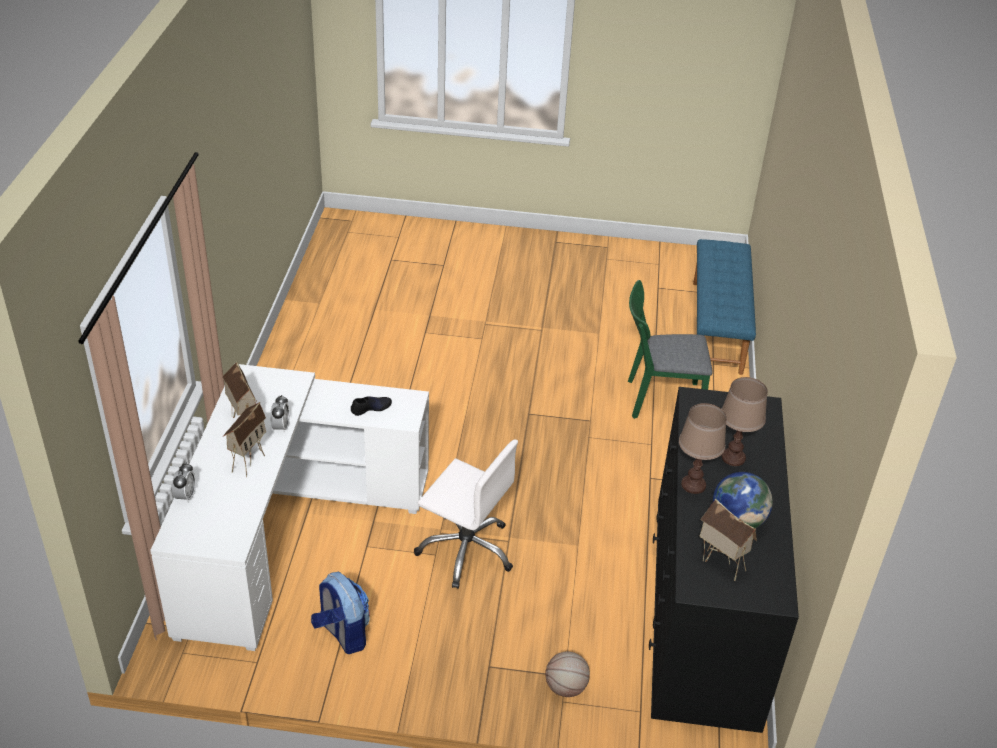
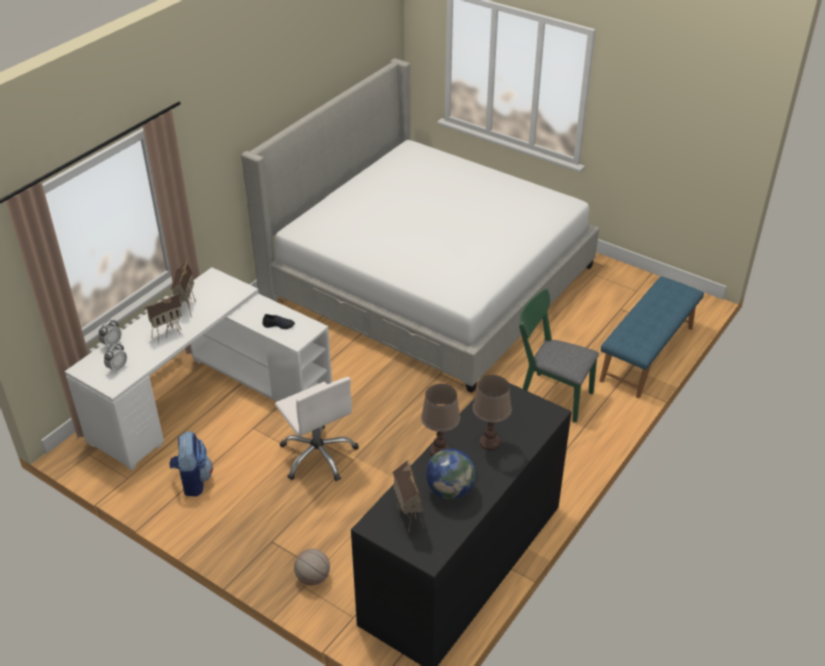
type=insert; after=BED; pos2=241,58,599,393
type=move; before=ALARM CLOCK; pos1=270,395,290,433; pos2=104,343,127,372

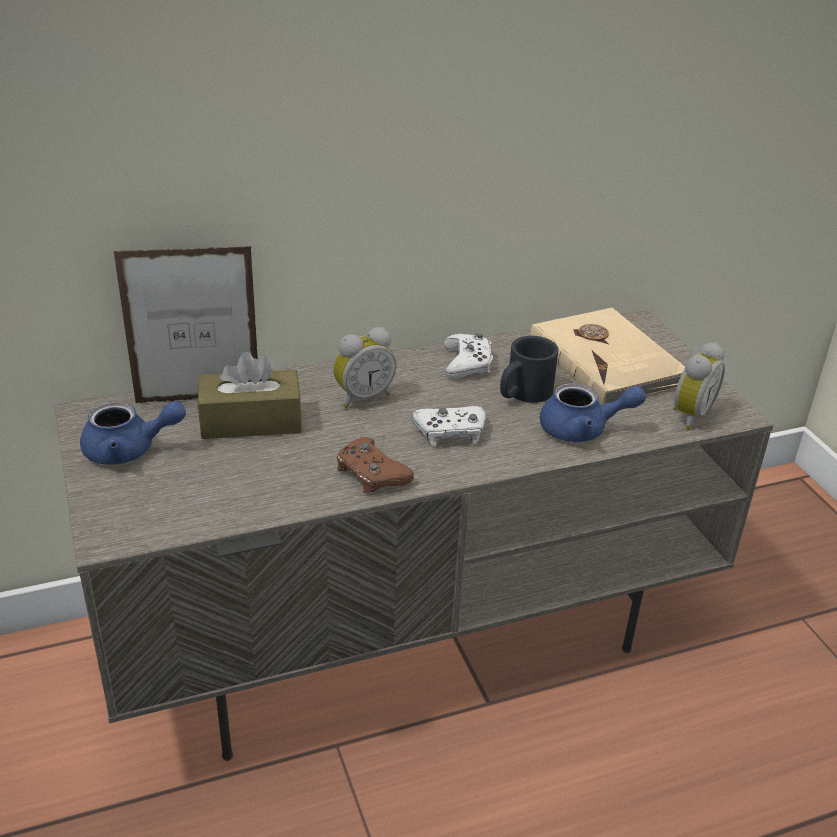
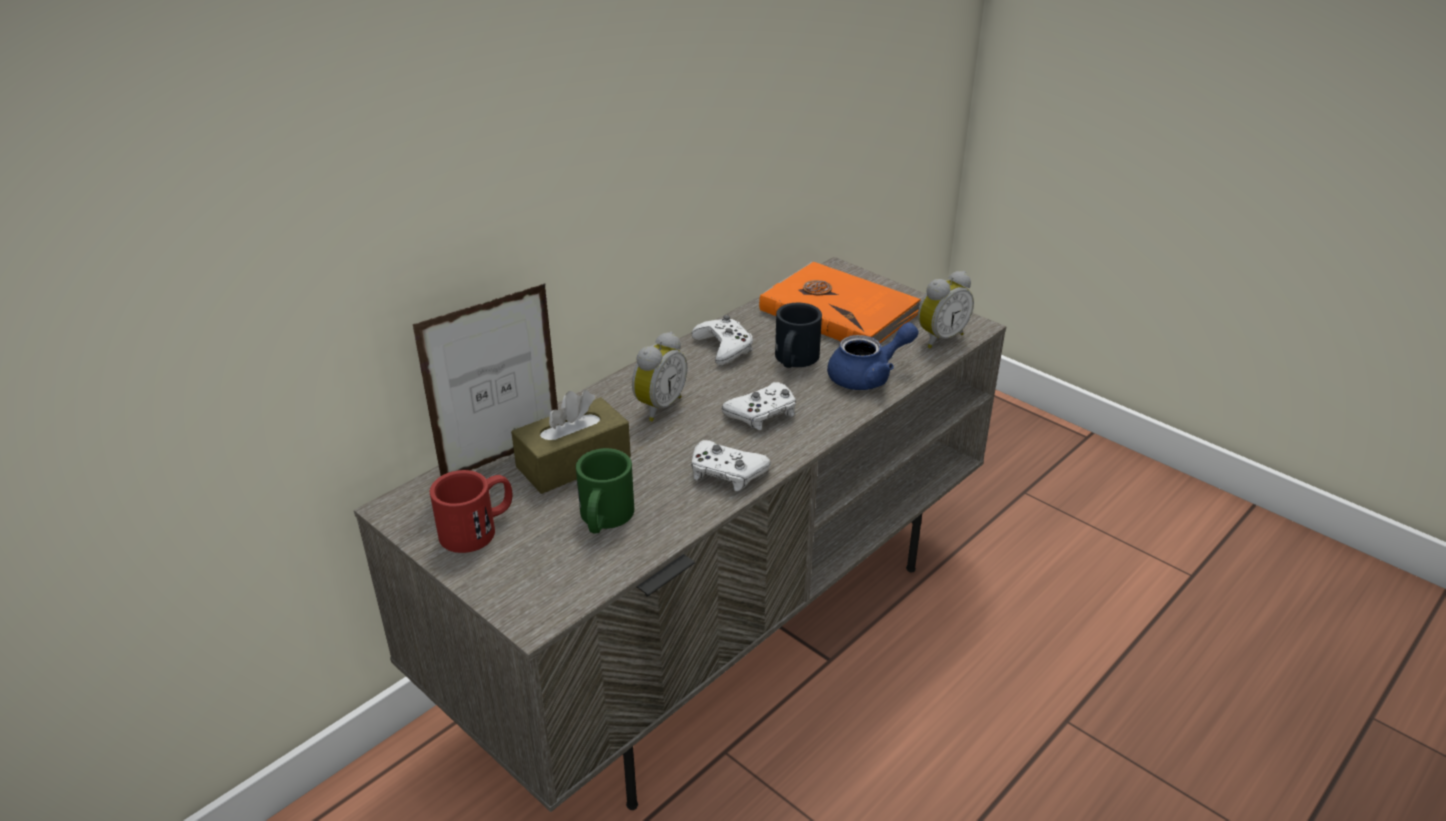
type=insert; after=GREEN MUG; pos2=576,448,634,534
type=replace; before=BLUE TEAPOT; after=RED MUG; pos1=80,401,186,465; pos2=430,470,512,553
type=recolor; before=BROWN GAME CONTROLLER; after=WHITE GAME CONTROLLER; pos1=337,437,414,493; pos2=691,440,771,491
type=recolor; before=BEIGE BOOK; after=ORANGE BOOK; pos1=530,307,685,405; pos2=759,262,921,343
type=rotate; before=ALARM CLOCK; pos1=673,342,725,430; pos2=918,271,974,349; turn=45

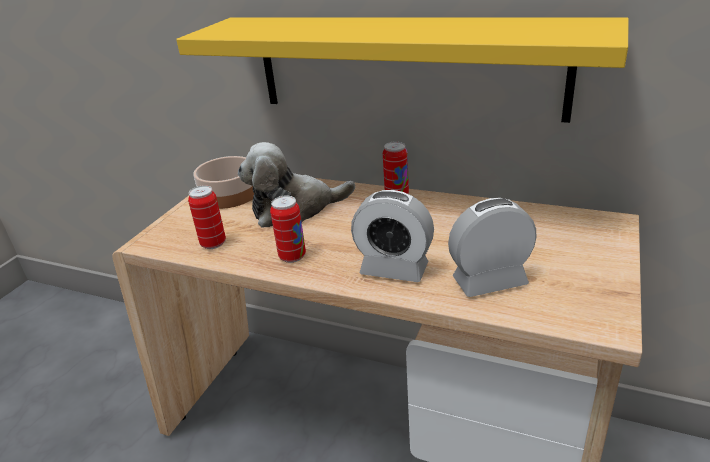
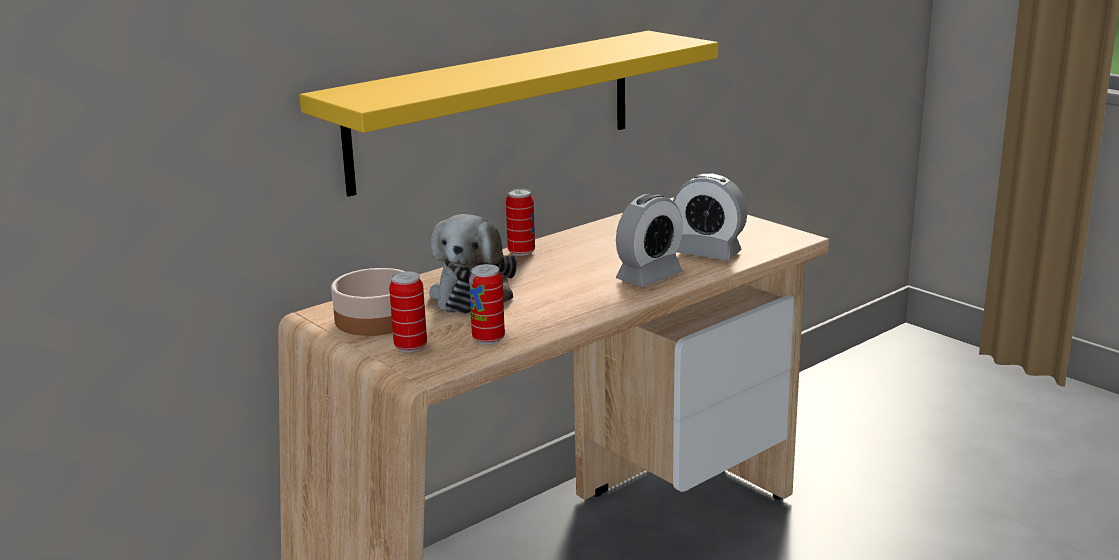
type=move; before=CAN; pos1=270,195,306,263; pos2=389,271,427,352
type=rotate; before=ALARM CLOCK; pos1=448,198,537,297; pos2=673,174,748,260; turn=-75

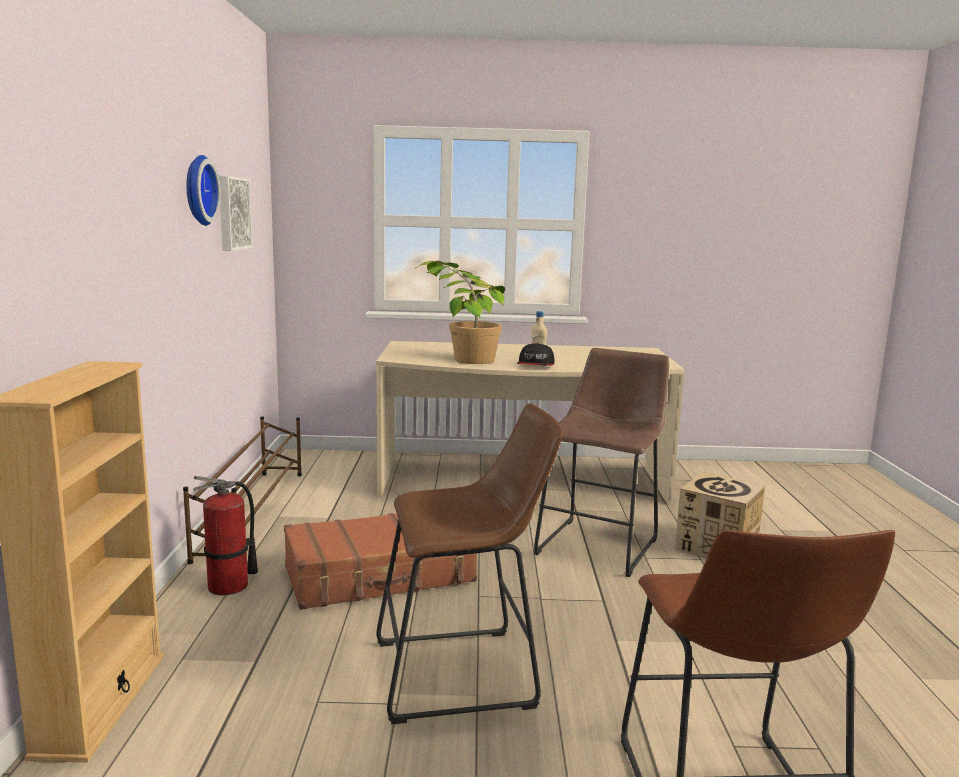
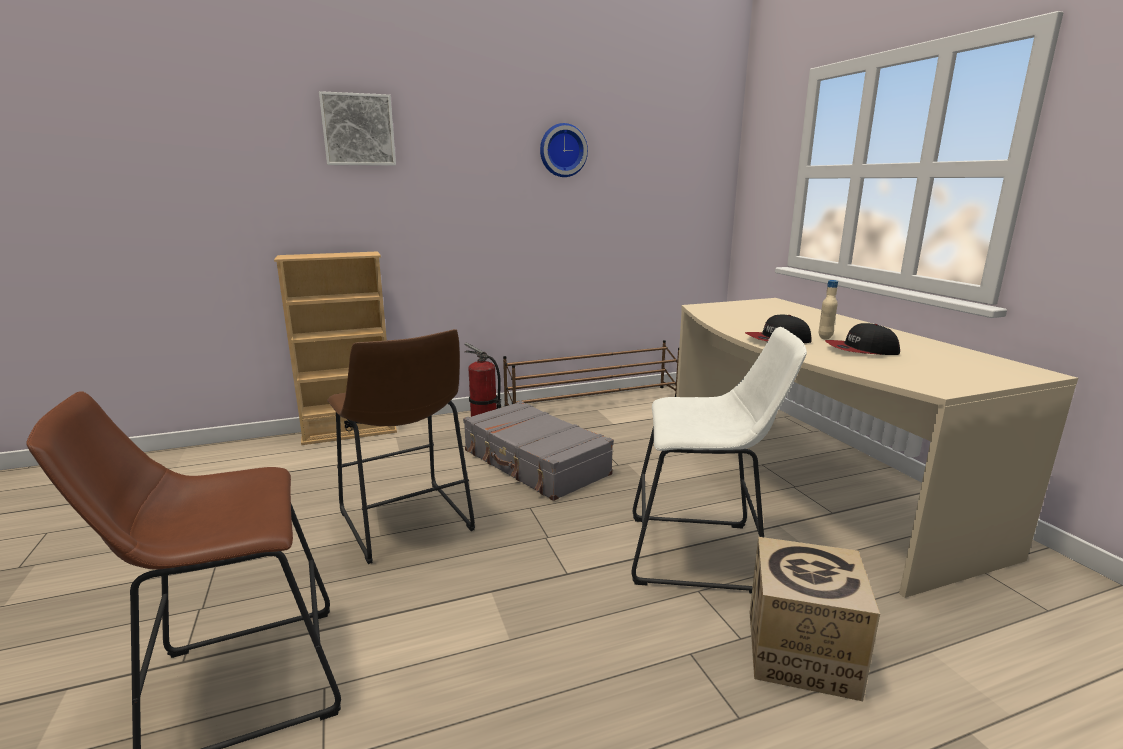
type=delete; before=POTTED PLANT; pos1=416,261,505,364
type=insert; after=CAP; pos2=825,323,900,355
type=move; before=PICTURE; pos1=219,176,253,251; pos2=319,91,396,166
type=recolor; before=BROWN SUITCASE; after=GREY SUITCASE; pos1=284,513,477,610; pos2=463,401,614,501
type=recolor; before=BROWN STOOL; after=WHITE STOOL; pos1=534,348,669,577; pos2=632,327,807,594

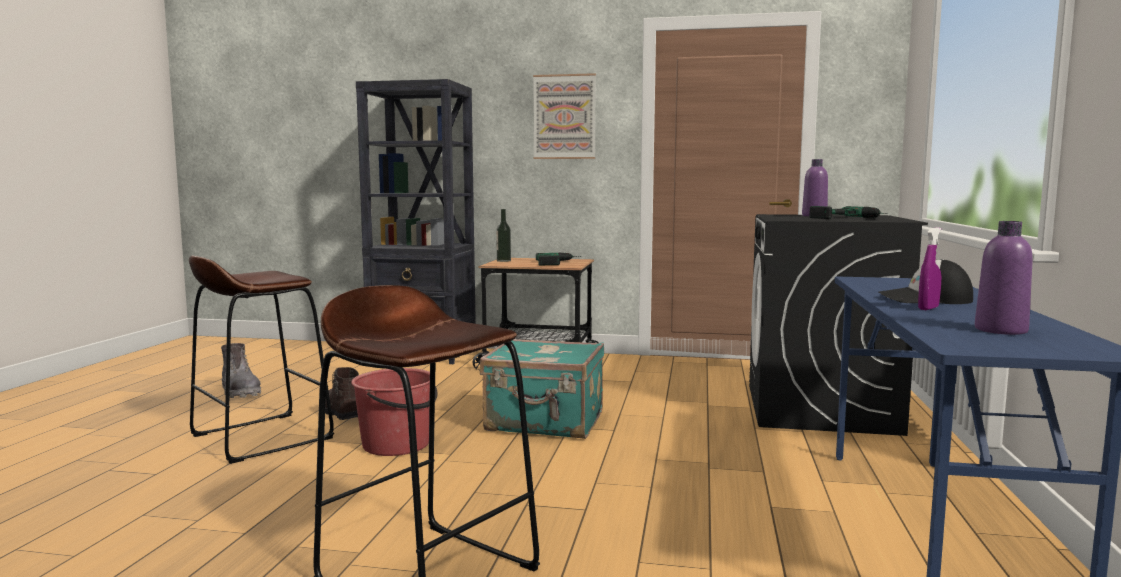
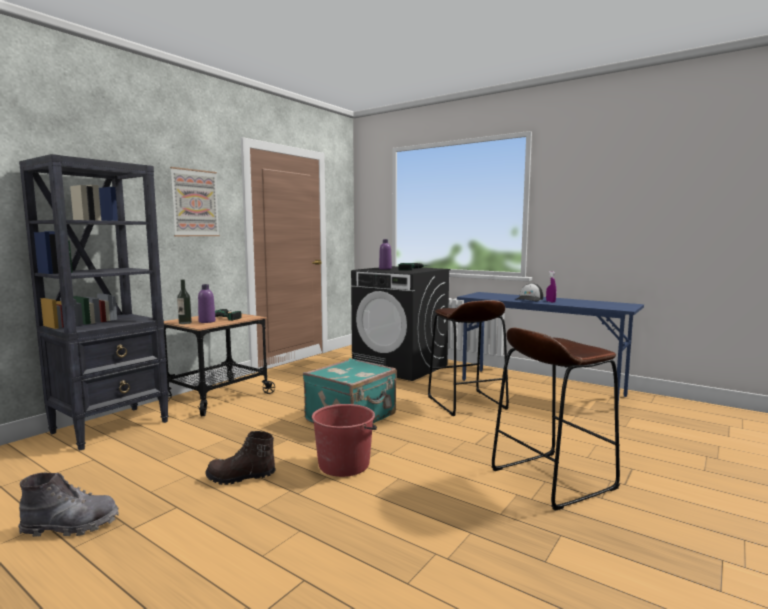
type=move; before=BROWN STOOL; pos1=189,255,335,464; pos2=428,300,509,416
type=move; before=PURPLE BOTTLE; pos1=975,221,1033,335; pos2=198,284,216,323

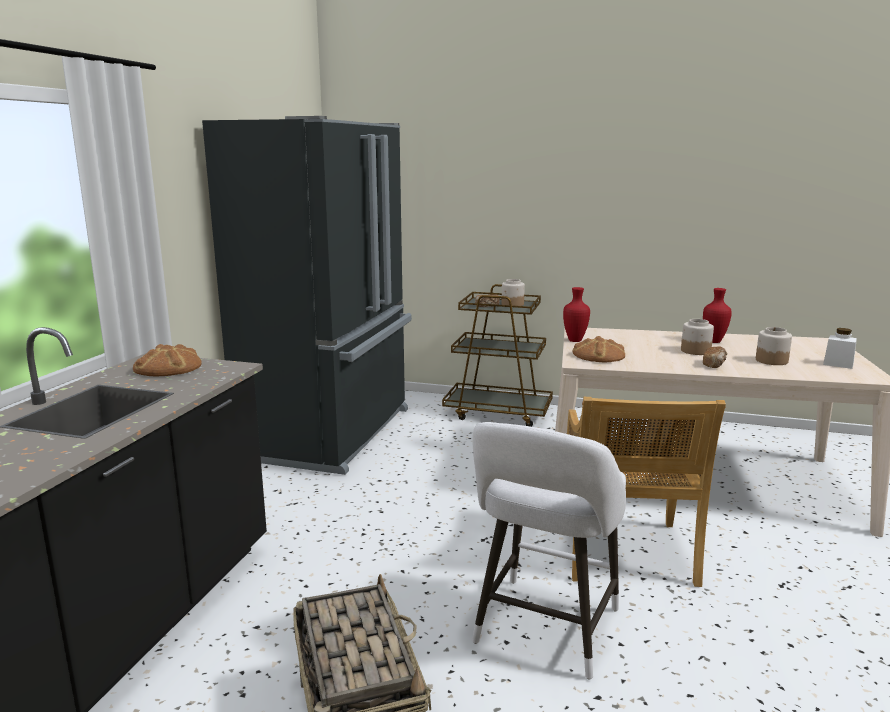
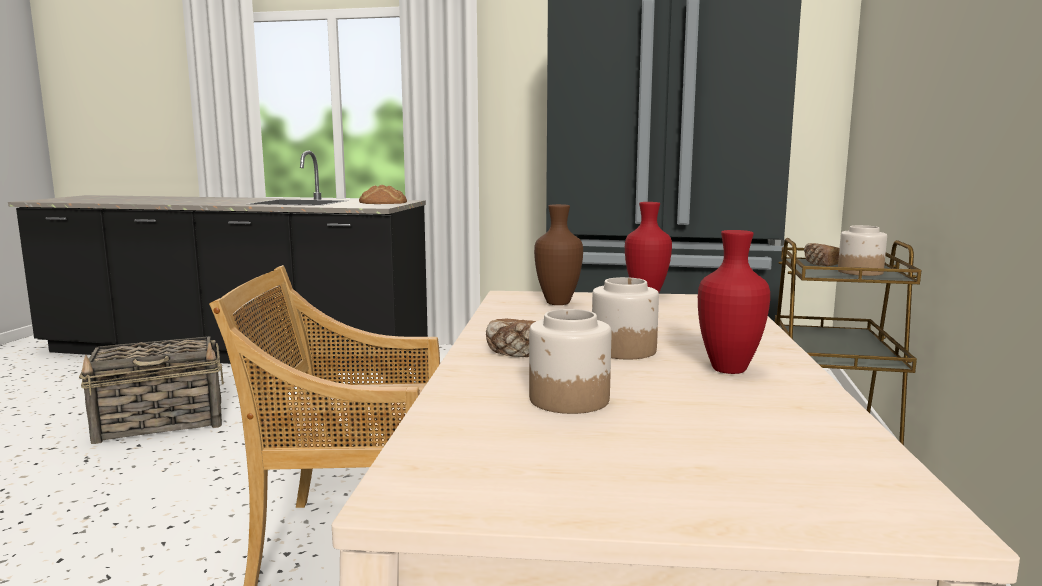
type=delete; before=WHITE STOOL; pos1=472,422,626,680
type=delete; before=WHITE JAR; pos1=823,328,857,369
type=replace; before=BREAD; after=BROWN VASE; pos1=572,336,625,362; pos2=534,204,583,305

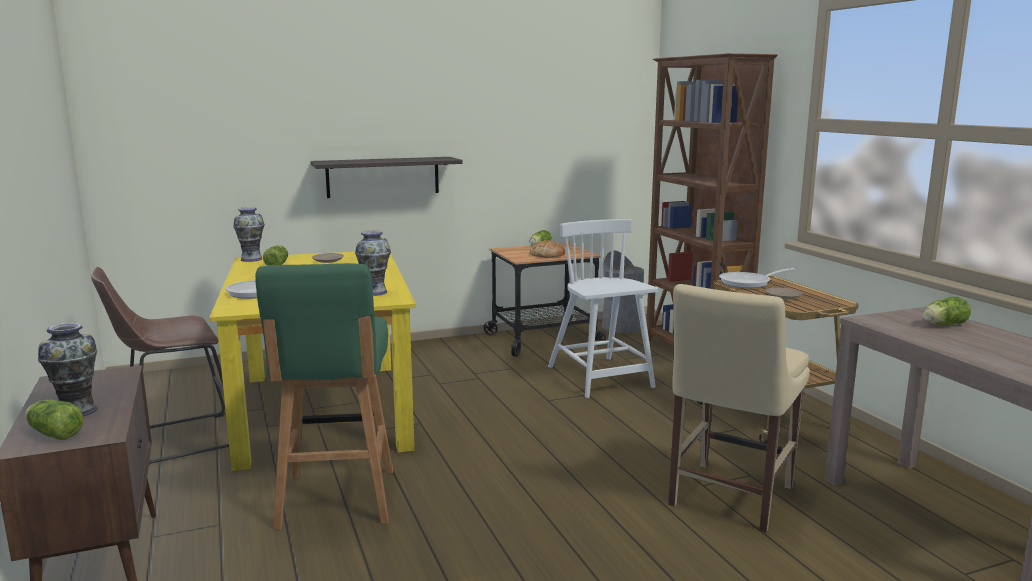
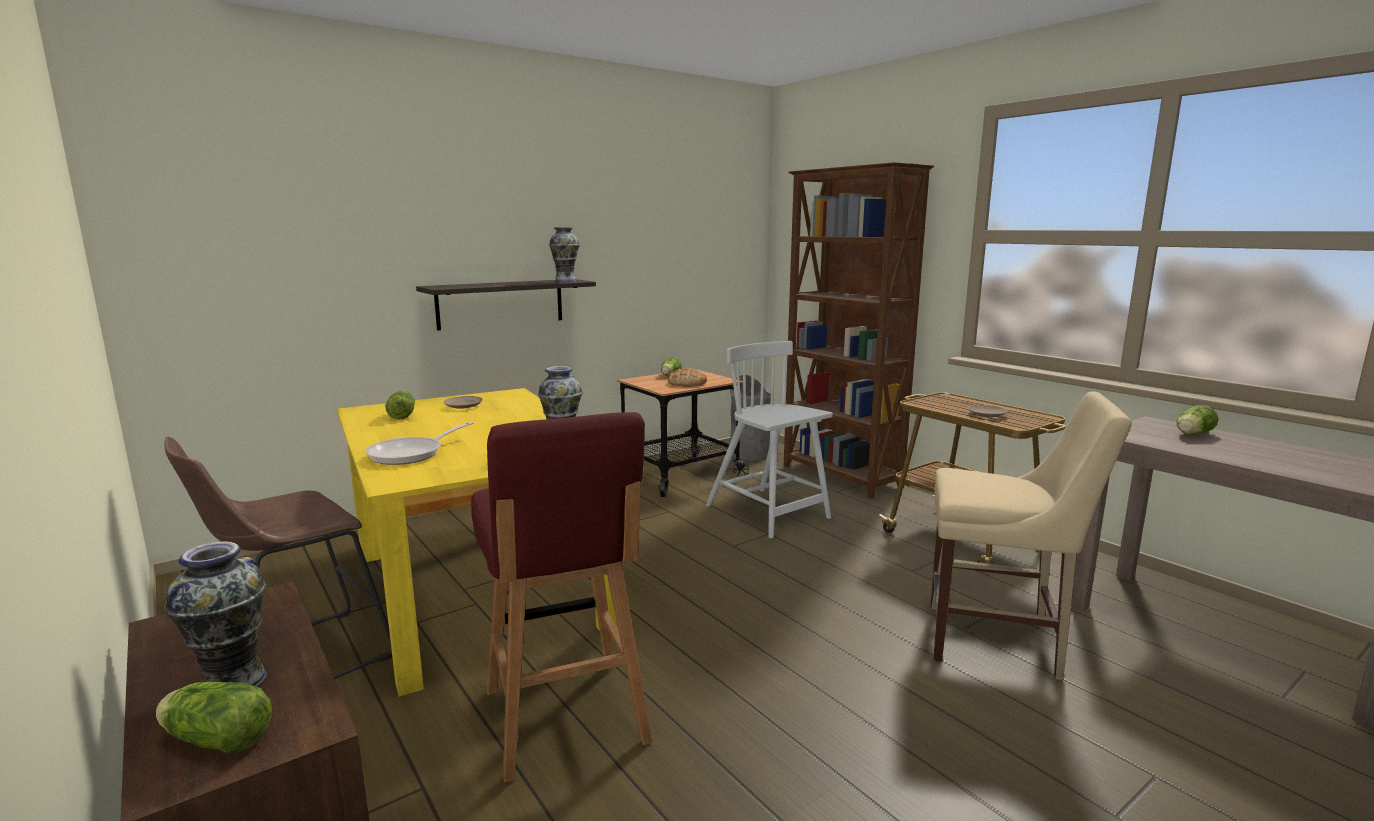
type=delete; before=FRYING PAN; pos1=719,268,794,288
type=move; before=VASE; pos1=233,207,265,262; pos2=549,227,580,282
type=recolor; before=GREEN STOOL; after=RED STOOL; pos1=255,263,393,530; pos2=471,412,652,782
type=rotate; before=BEIGE CHAIR; pos1=668,284,810,532; pos2=930,391,1132,681; turn=-90

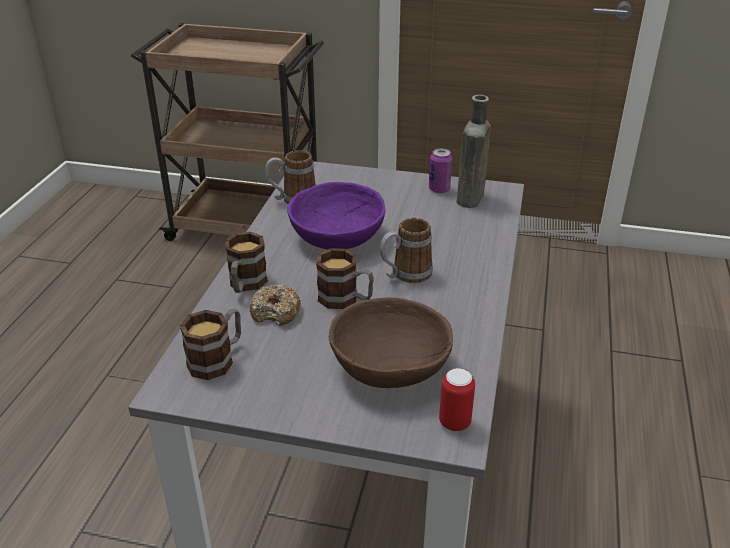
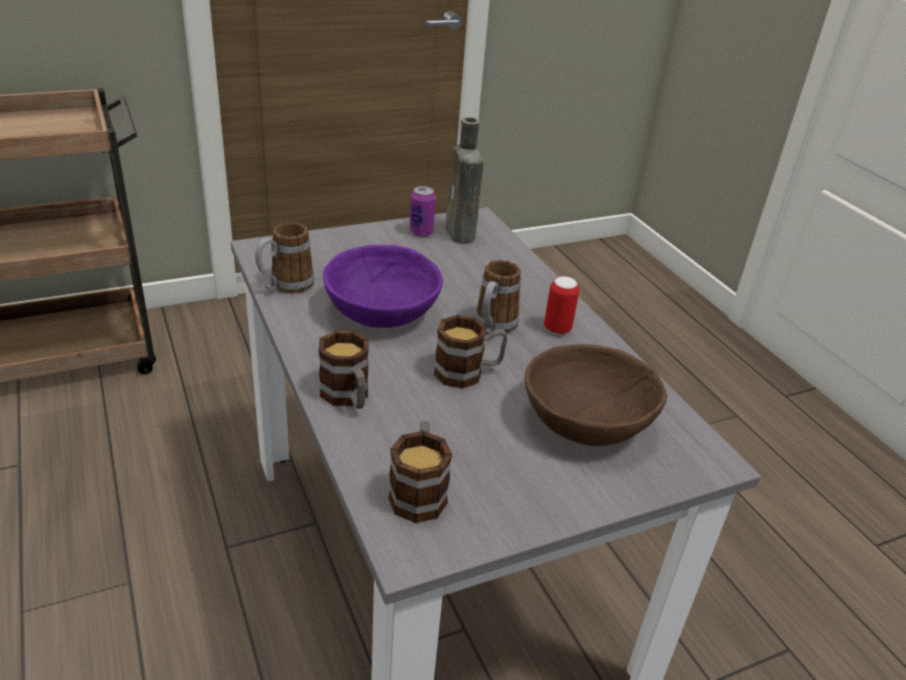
type=delete; before=DONUT; pos1=250,284,301,326
type=move; before=CAN; pos1=439,368,475,431; pos2=544,276,579,334

